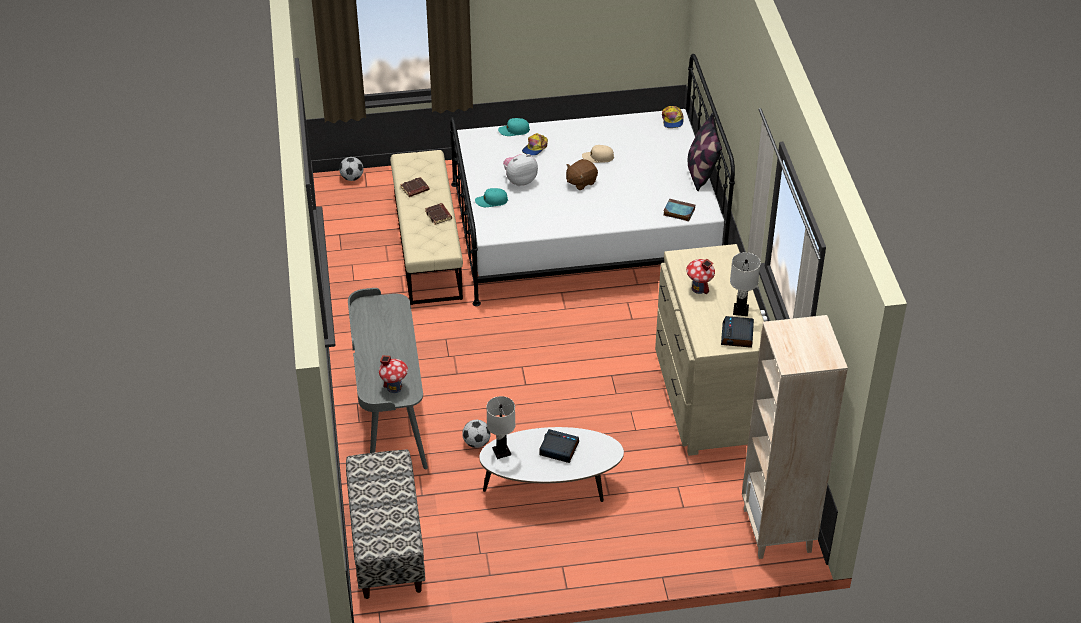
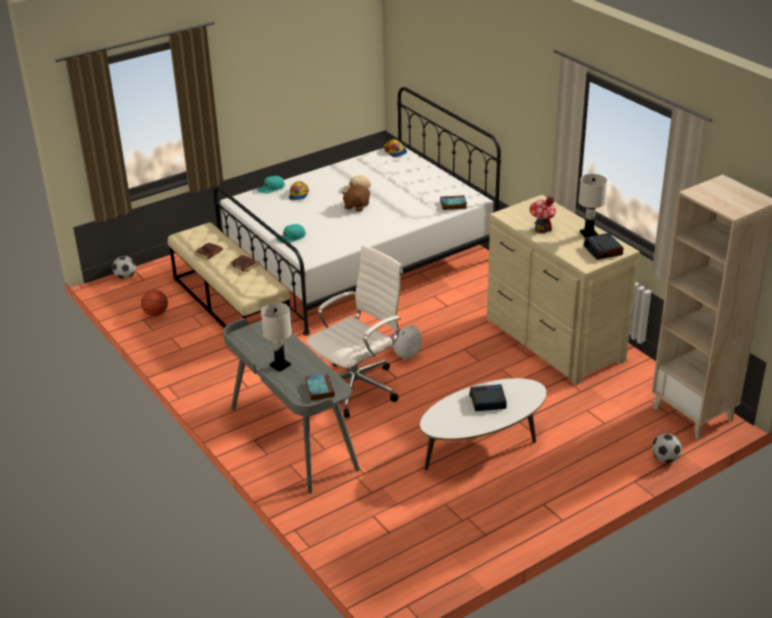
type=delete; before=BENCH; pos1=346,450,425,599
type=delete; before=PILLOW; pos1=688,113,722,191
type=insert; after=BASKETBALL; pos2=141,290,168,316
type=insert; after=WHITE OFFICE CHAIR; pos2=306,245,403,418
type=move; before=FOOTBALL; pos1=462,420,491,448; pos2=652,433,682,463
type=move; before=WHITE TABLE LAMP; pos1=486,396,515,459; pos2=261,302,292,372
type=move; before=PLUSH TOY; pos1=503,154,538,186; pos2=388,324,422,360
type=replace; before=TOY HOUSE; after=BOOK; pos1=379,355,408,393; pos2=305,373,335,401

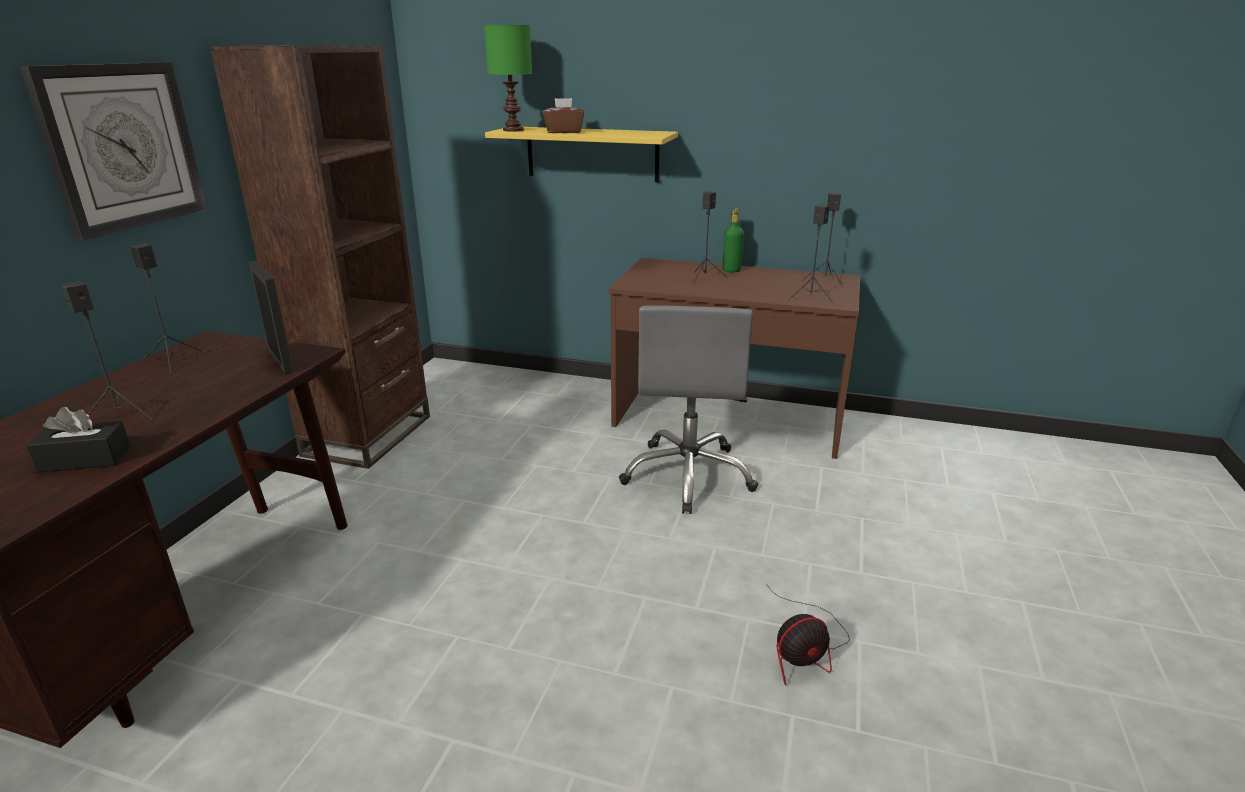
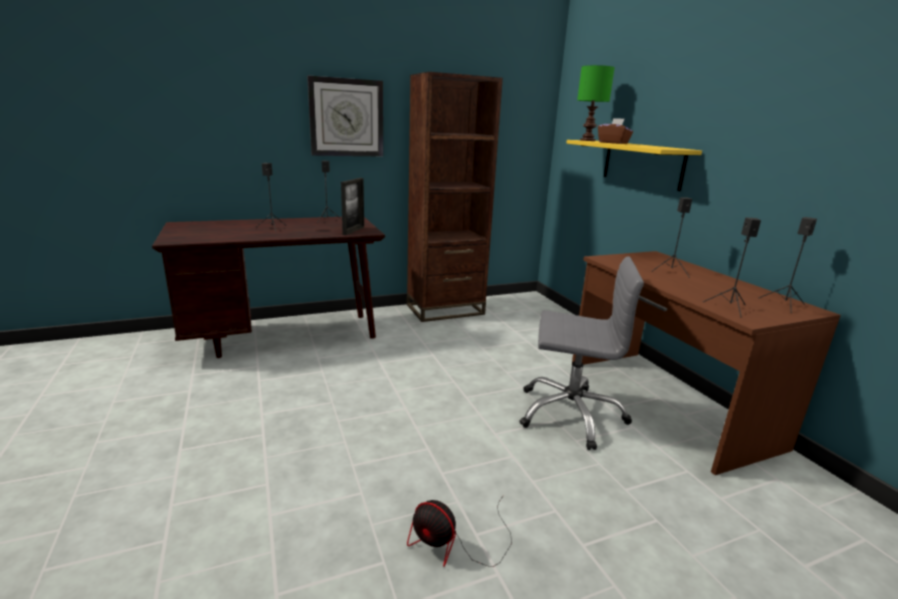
type=delete; before=BLACK TISSUE BOX; pos1=26,407,131,472
type=delete; before=GREEN BOTTLE; pos1=723,209,744,272
type=rotate; before=GREY OFFICE CHAIR; pos1=619,305,758,514; pos2=519,256,644,450; turn=-135

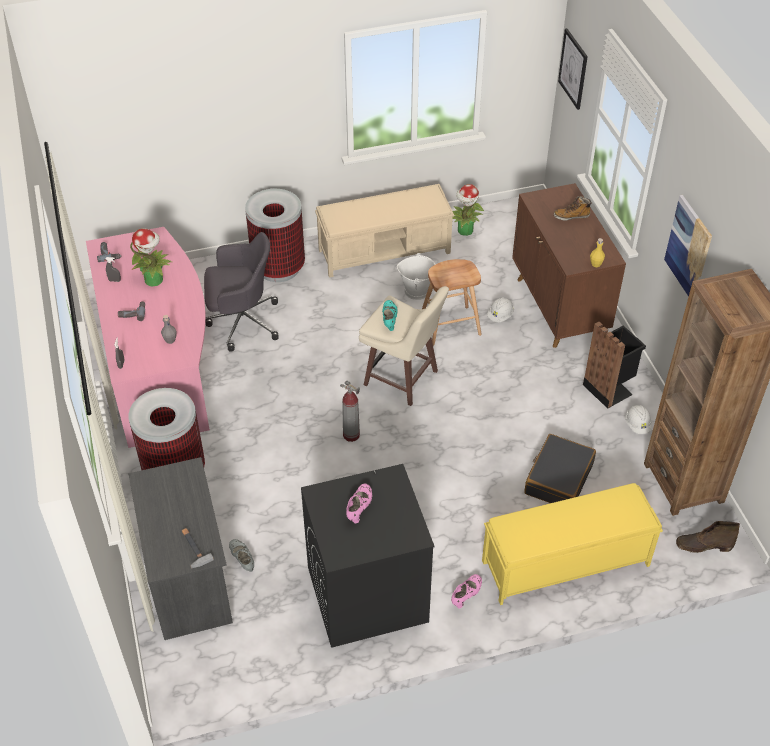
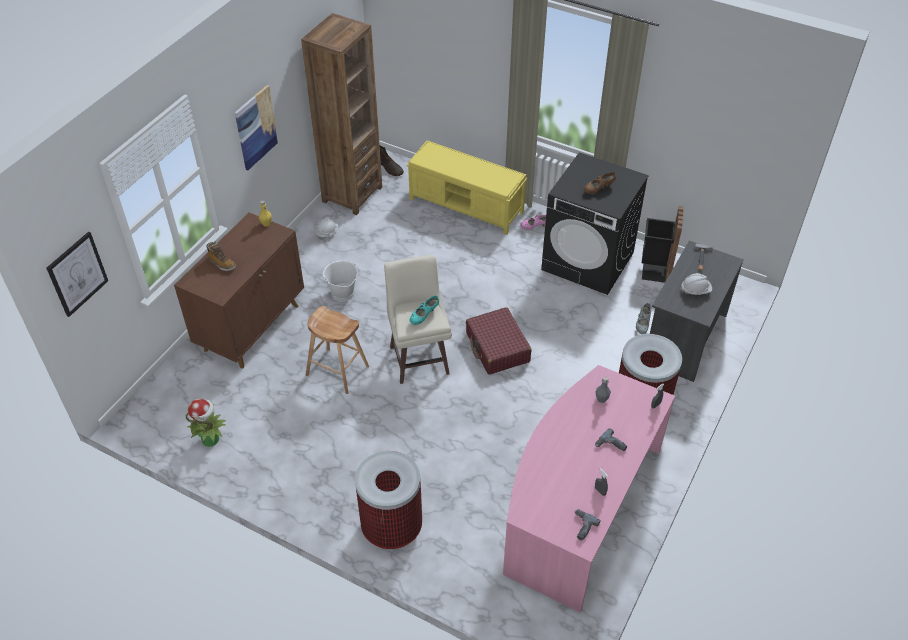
type=delete; before=POTTED PLANT; pos1=130,228,172,286
type=delete; before=GREY OFFICE CHAIR; pos1=204,232,279,352
type=delete; before=BEIGE BENCH; pos1=315,184,454,278
type=delete; before=BLACK SUITCASE; pos1=524,434,596,503
type=move; before=WHITE BUCKET; pos1=397,253,435,300; pos2=322,260,357,302
type=move; before=WHITE HARD HAT; pos1=487,297,514,322; pos2=681,273,712,295
type=move; before=BLACK TRASH CAN; pos1=583,322,646,409; pos2=642,206,684,283
type=replace; before=FIRE EXTINGUISHER; after=RED SUITCASE; pos1=340,381,360,442; pos2=466,307,532,375
type=recolor; before=PINK SHOE; after=BROWN SHOE; pos1=346,484,372,523; pos2=584,172,616,194

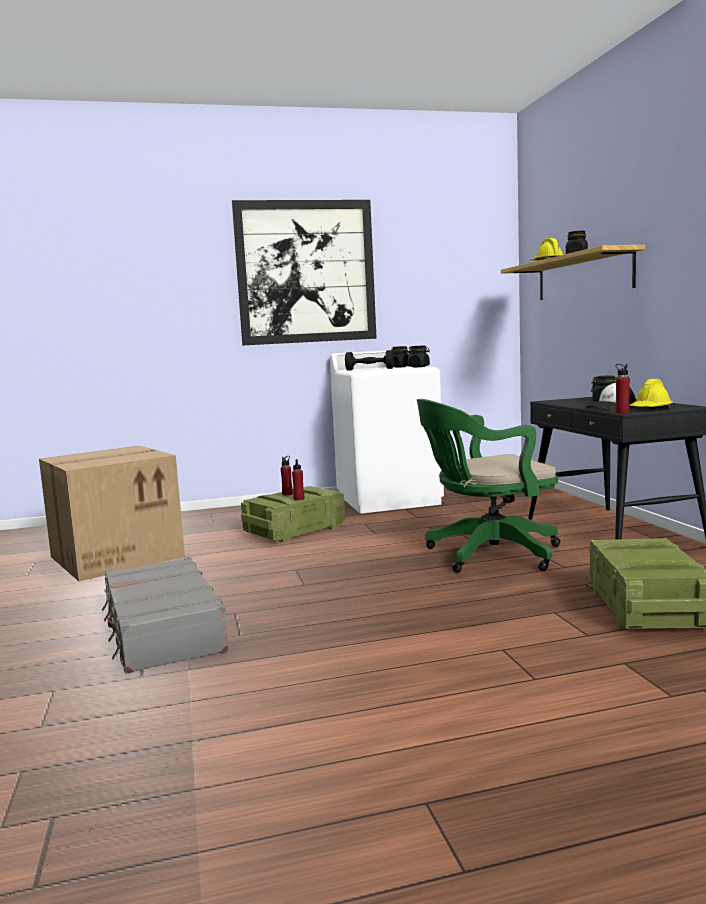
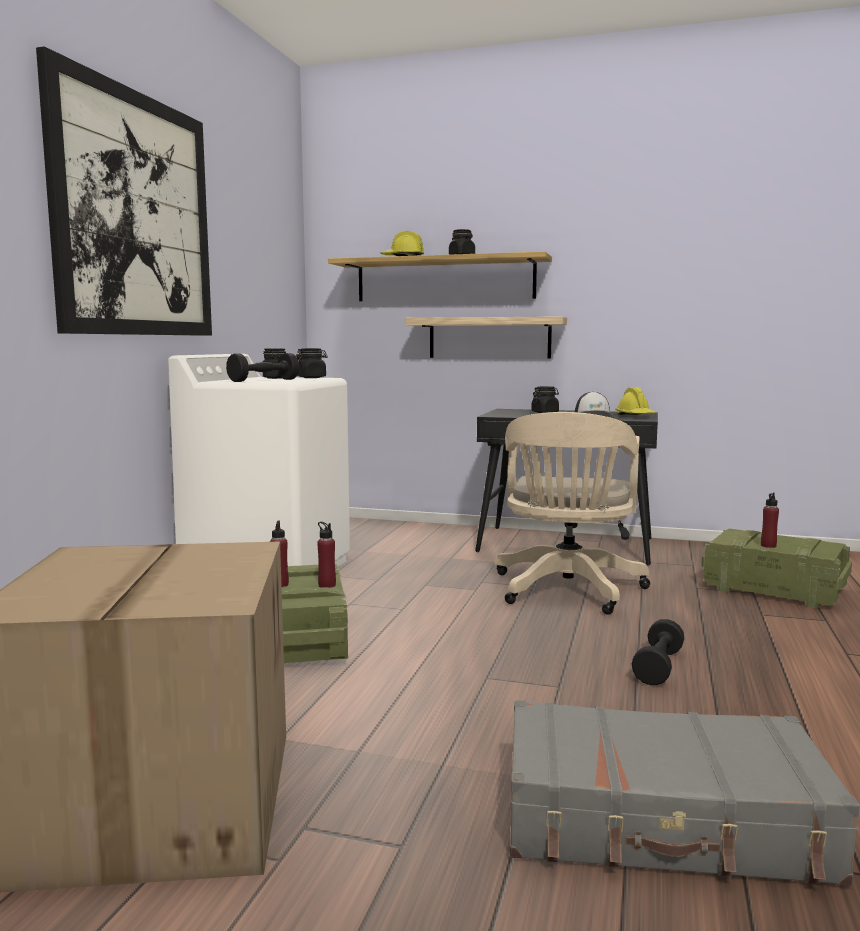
type=insert; after=SHELF; pos2=406,316,567,358
type=insert; after=BLACK DUMBBELL; pos2=632,619,685,685
type=move; before=RED BOTTLE; pos1=615,364,630,414; pos2=761,493,779,548
type=recolor; before=GREEN OFFICE CHAIR; after=BEIGE OFFICE CHAIR; pos1=417,399,560,572; pos2=495,412,650,615

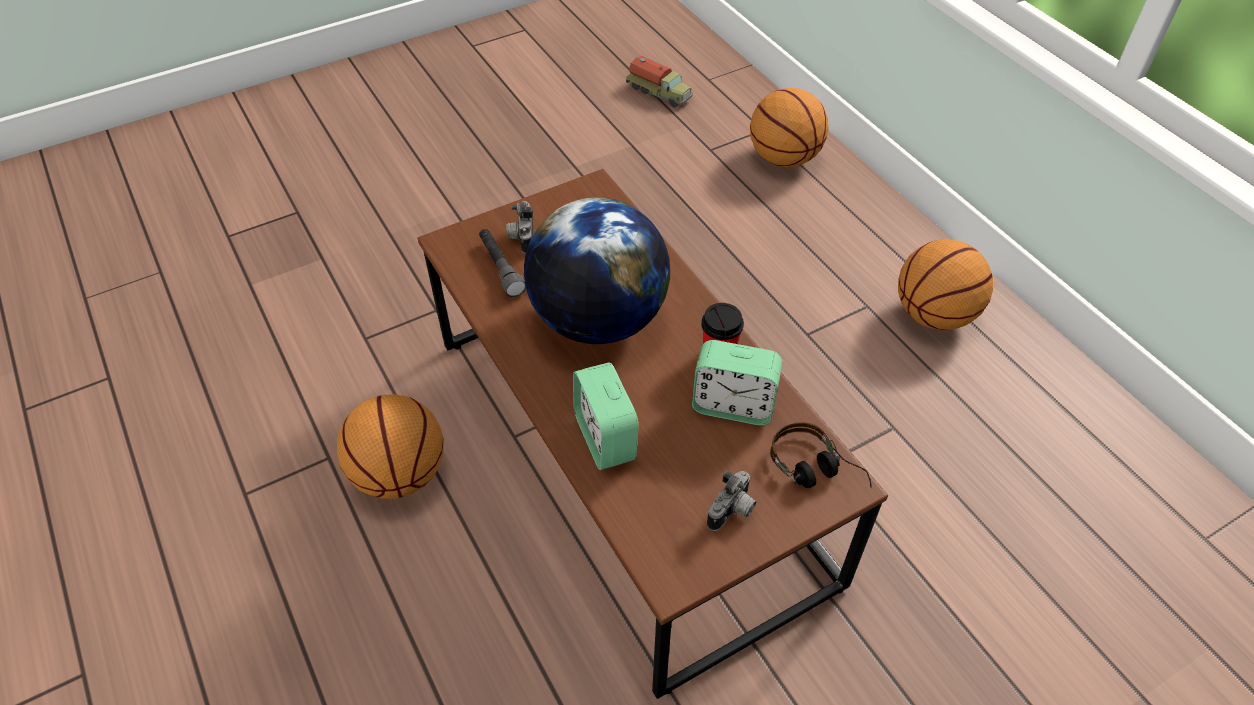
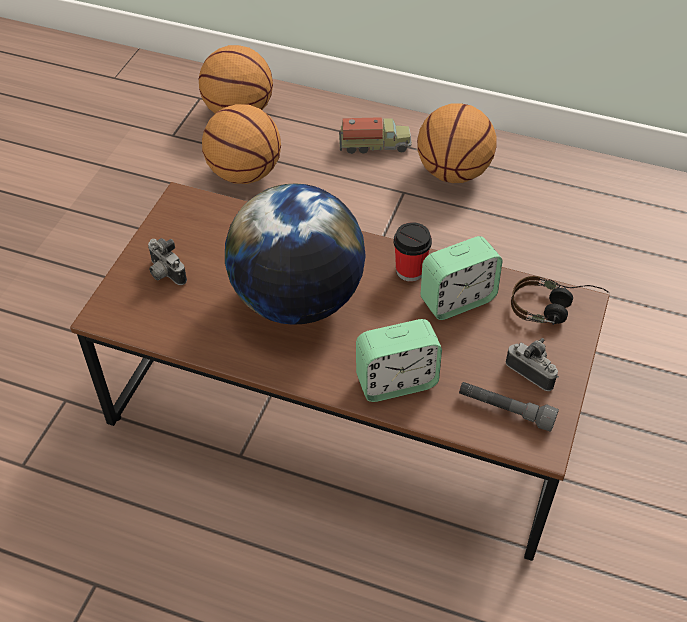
type=move; before=BASKETBALL; pos1=337,394,443,499; pos2=202,104,281,184
type=move; before=GREY FLASHLIGHT; pos1=479,229,526,297; pos2=459,382,559,432
type=move; before=TOY TRUCK; pos1=626,56,693,108; pos2=339,117,412,154
type=rotate; before=ALARM CLOCK; pos1=573,363,639,470; pos2=356,319,442,402; turn=-45
type=rotate; before=PHOTO CAMERA; pos1=707,471,756,531; pos2=506,338,559,391; turn=-45

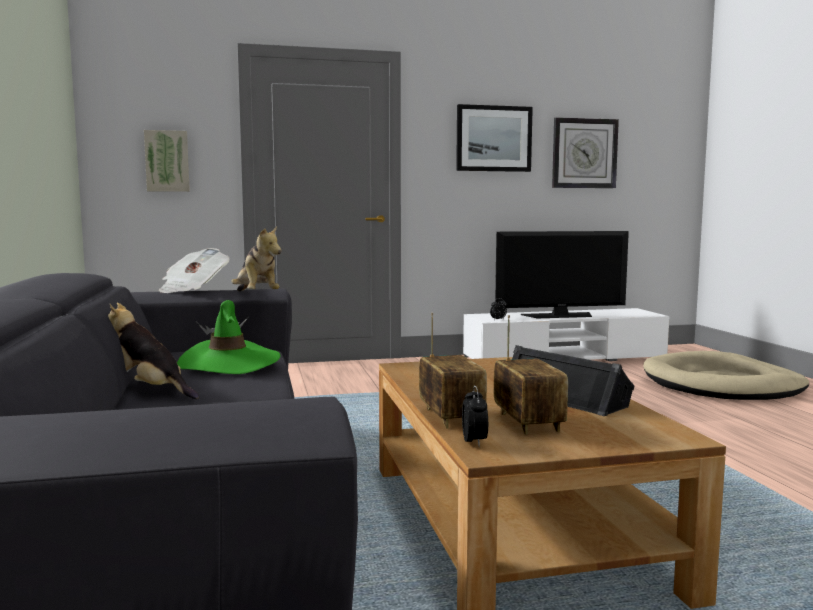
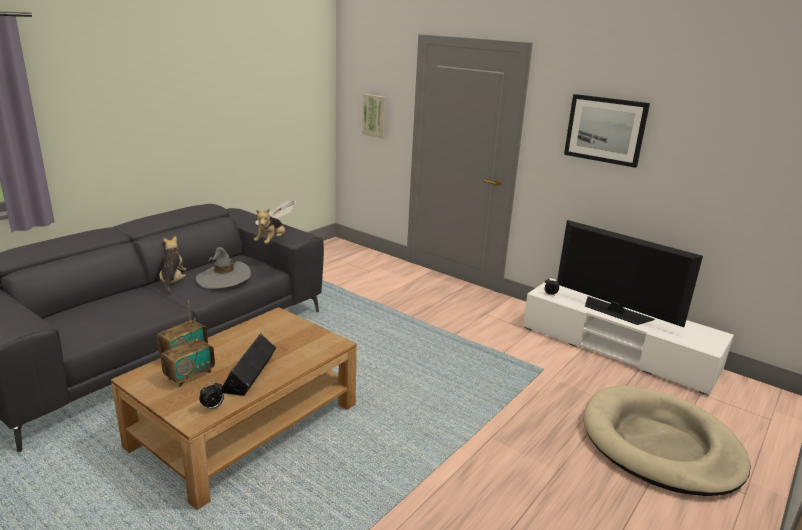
type=delete; before=WALL CLOCK; pos1=552,117,619,188
type=move; before=ALARM CLOCK; pos1=462,386,488,446; pos2=199,381,224,410
type=recolor; before=GREEN HAT; after=GREY HAT; pos1=177,300,281,374; pos2=196,247,251,289

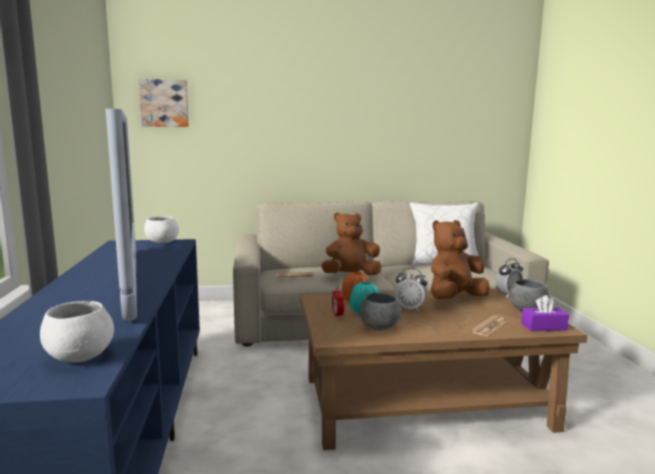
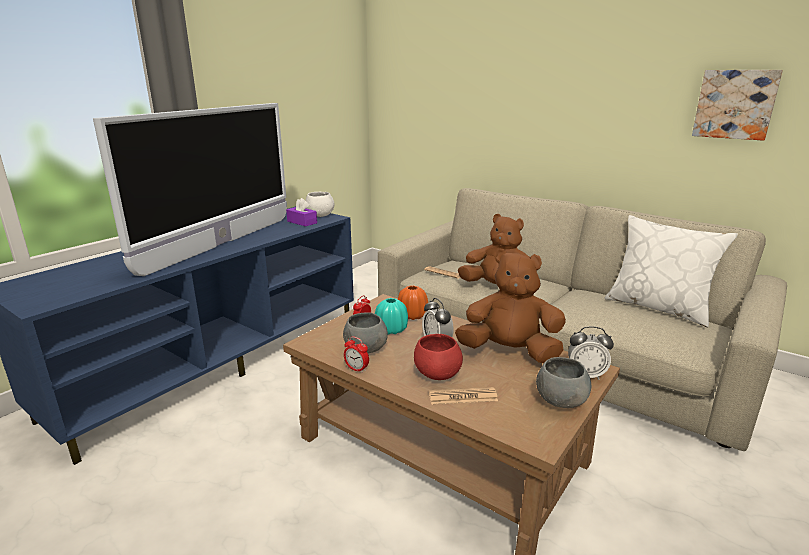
type=delete; before=WHITE BOWL; pos1=40,301,114,362
type=insert; after=ALARM CLOCK; pos2=344,336,369,373
type=insert; after=RED BOWL; pos2=414,334,463,380
type=move; before=PICTURE; pos1=138,79,189,127; pos2=692,70,783,141
type=move; before=PURPLE TISSUE BOX; pos1=521,295,569,331; pos2=286,198,317,227

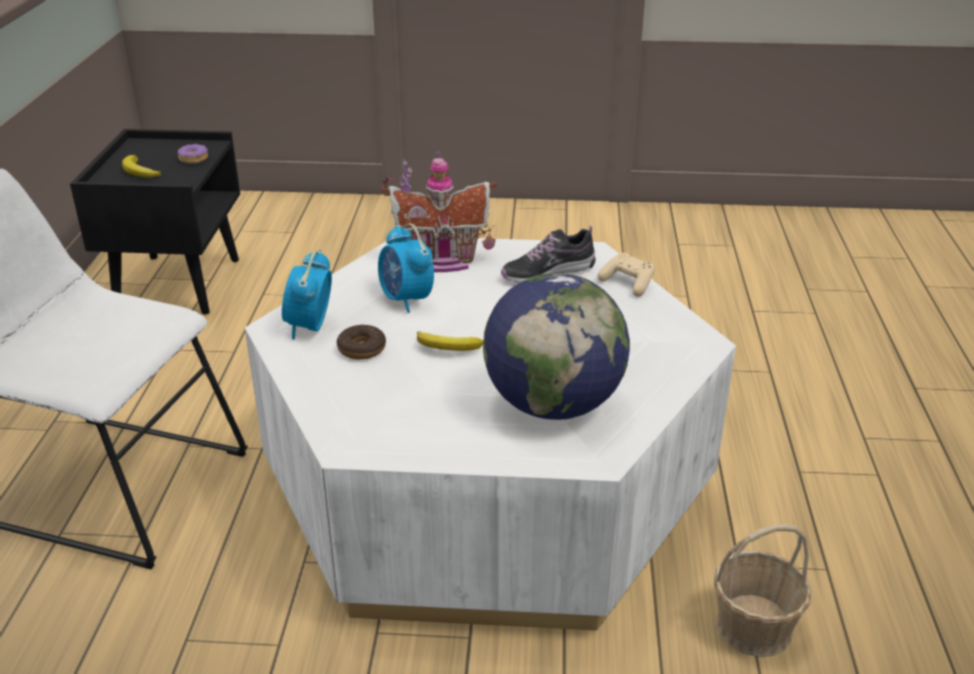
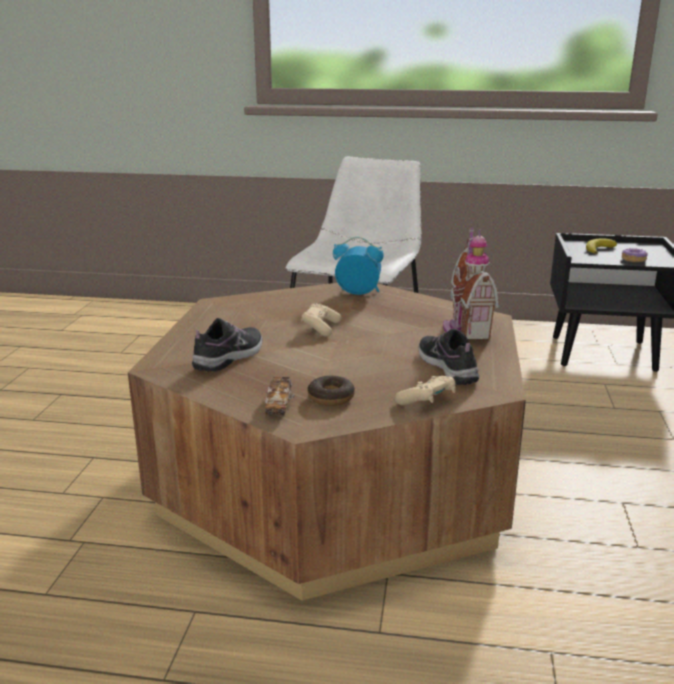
type=delete; before=ALARM CLOCK; pos1=378,223,434,313
type=delete; before=BASKET; pos1=714,524,811,657
type=insert; after=TOY CAR; pos2=265,377,295,415
type=move; before=DONUT; pos1=337,325,386,360; pos2=308,375,355,406
type=replace; before=BANANA; after=BEIGE GAME CONTROLLER; pos1=417,331,483,351; pos2=301,303,342,336
type=replace; before=GLOBE; after=SHOE; pos1=483,273,630,420; pos2=192,318,262,372
type=recolor; before=WHITE COFFEE TABLE; after=BROWN COFFEE TABLE; pos1=245,238,736,631; pos2=128,283,526,601

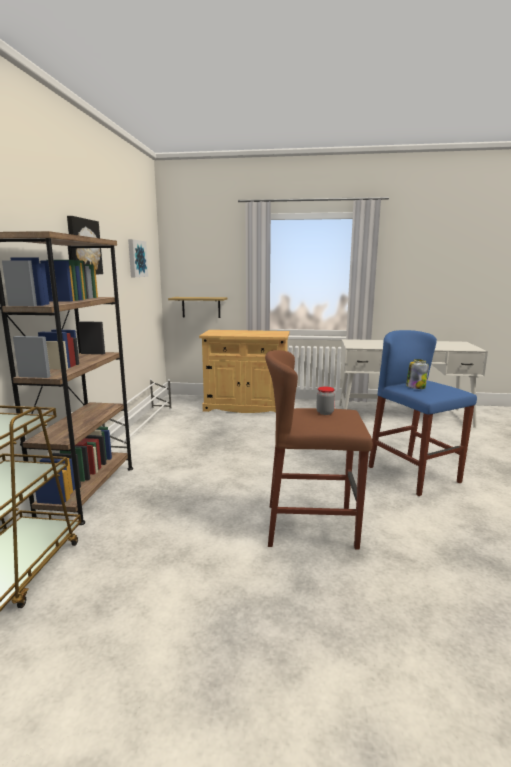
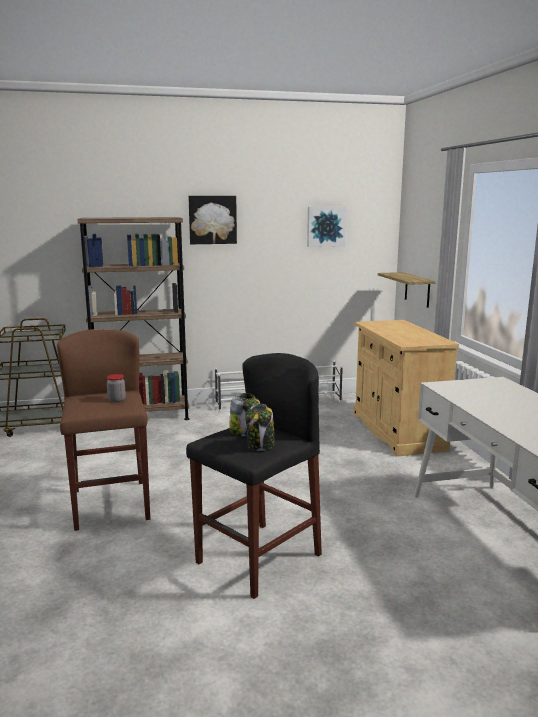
type=insert; after=JAR; pos2=245,404,275,451
type=recolor; before=BLUE STOOL; after=BLACK STOOL; pos1=368,330,477,496; pos2=186,353,322,599

